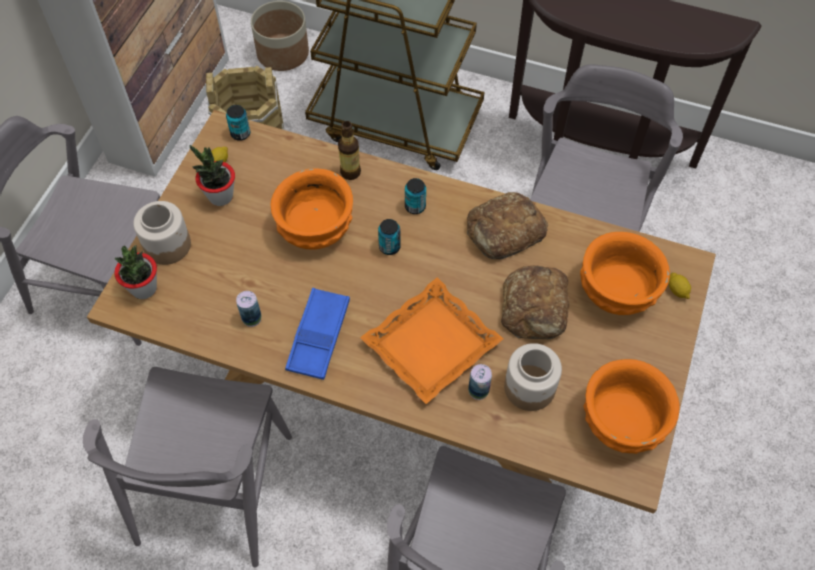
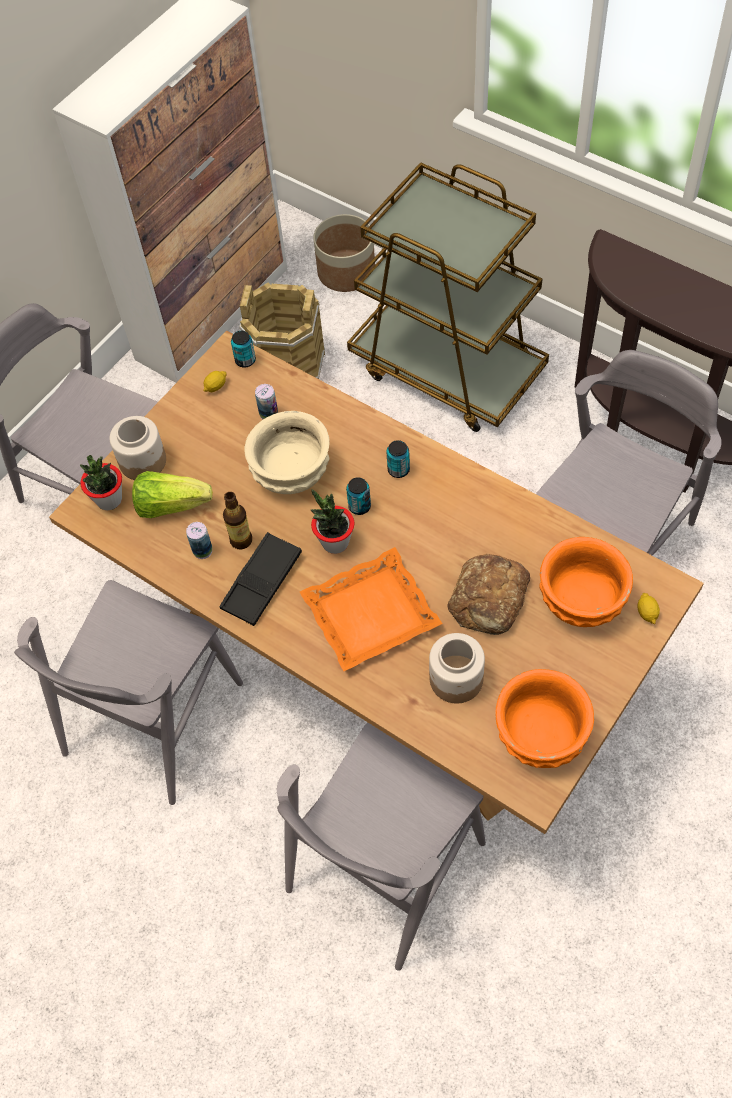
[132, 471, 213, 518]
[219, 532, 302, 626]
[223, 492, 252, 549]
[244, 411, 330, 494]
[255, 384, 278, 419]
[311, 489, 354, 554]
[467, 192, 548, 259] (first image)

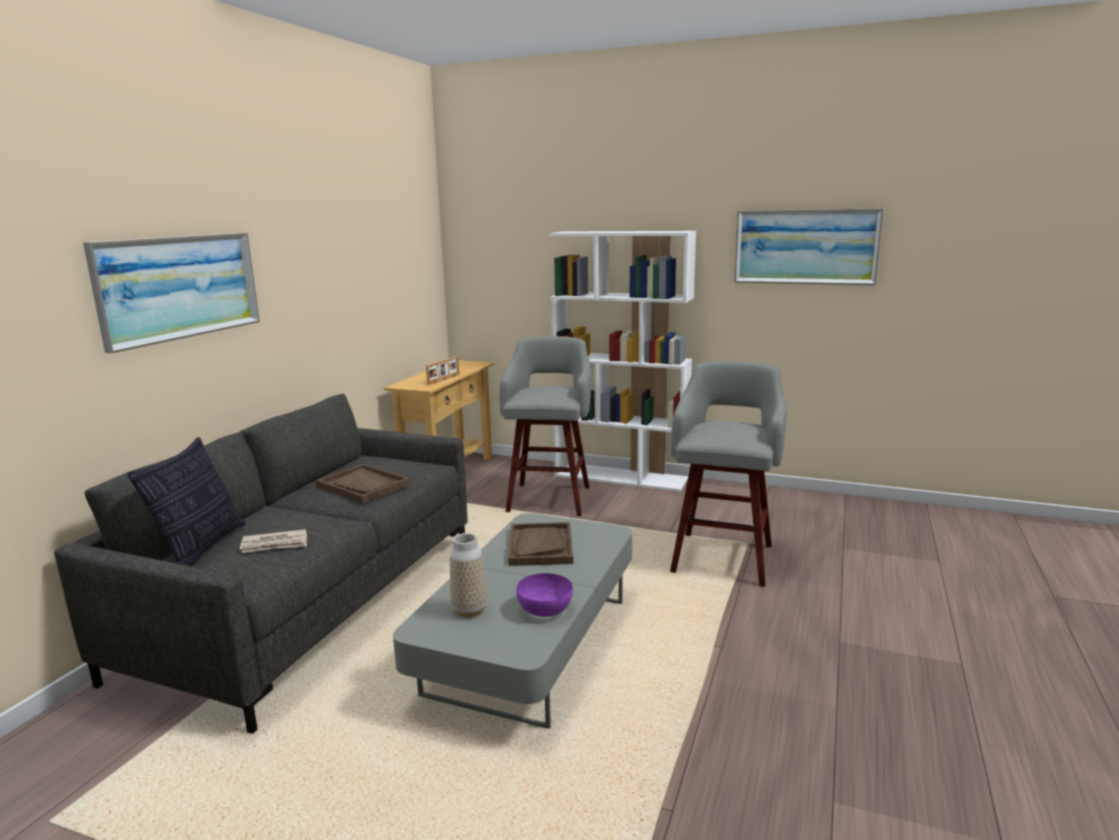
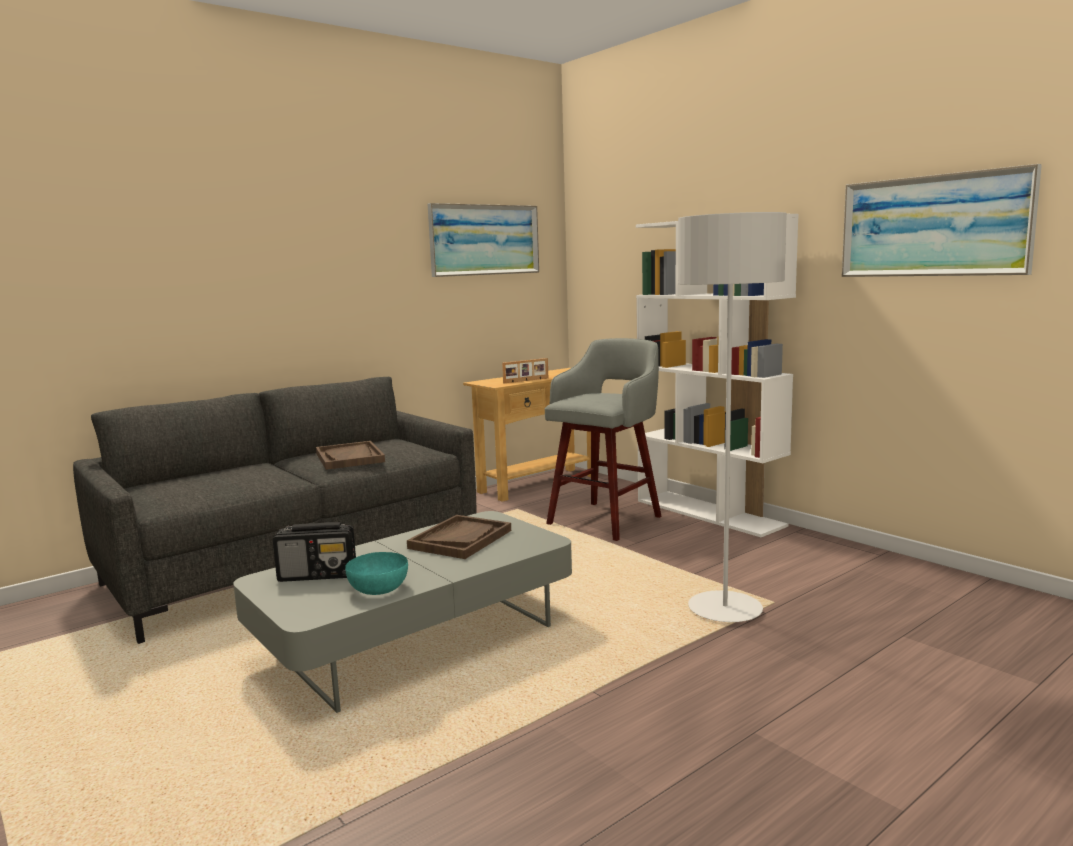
[273, 522, 356, 582]
[345, 552, 408, 595]
[428, 203, 539, 277]
[678, 212, 787, 622]
[127, 437, 246, 566] (first image)
[239, 529, 307, 553] (first image)

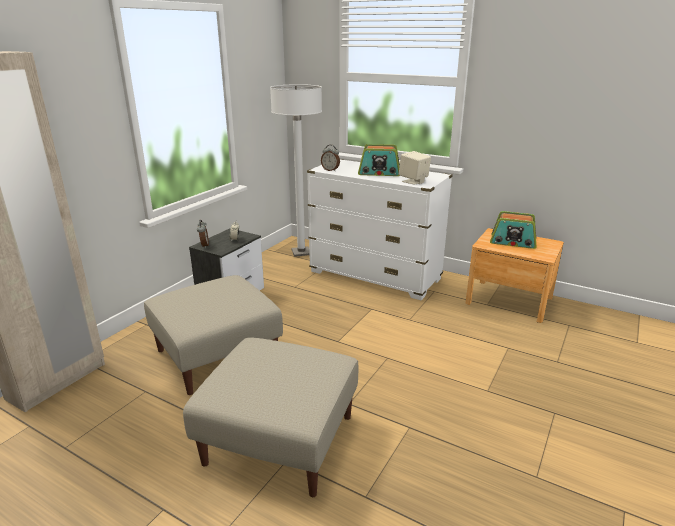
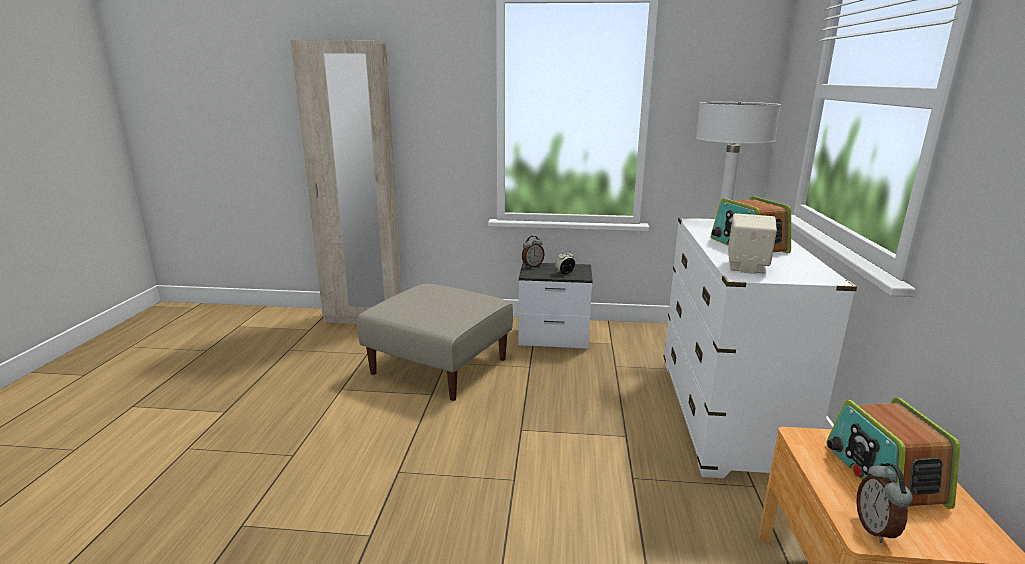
[856, 463, 913, 543]
[183, 337, 359, 497] (first image)

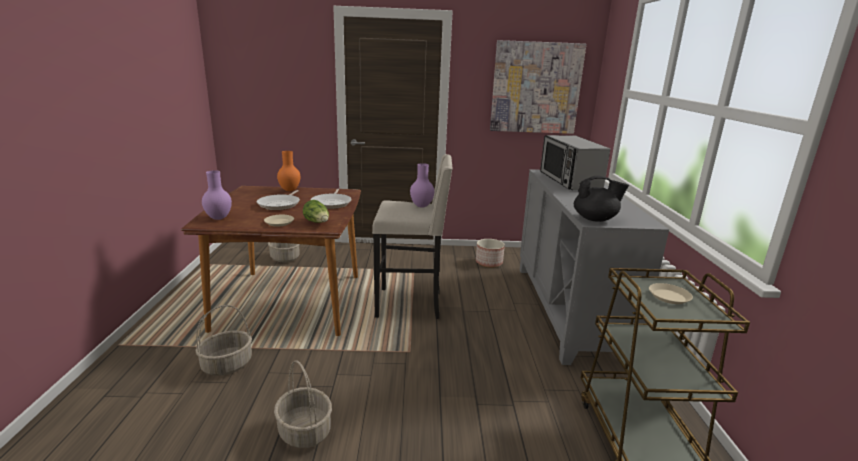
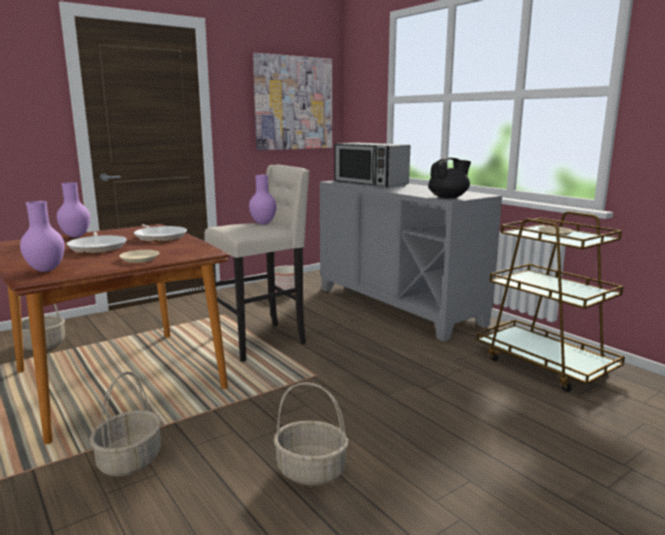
[57, 182, 90, 237]
[303, 200, 329, 223] (first image)

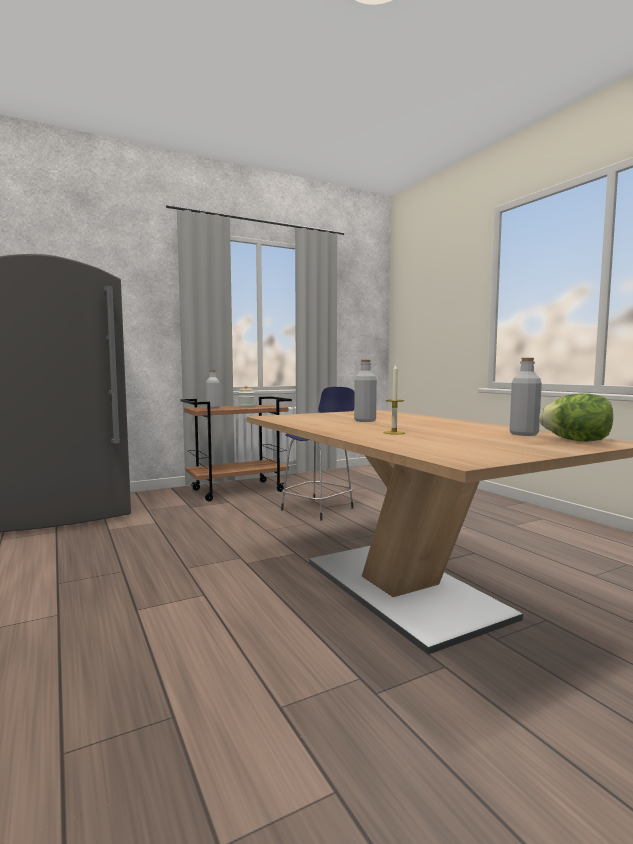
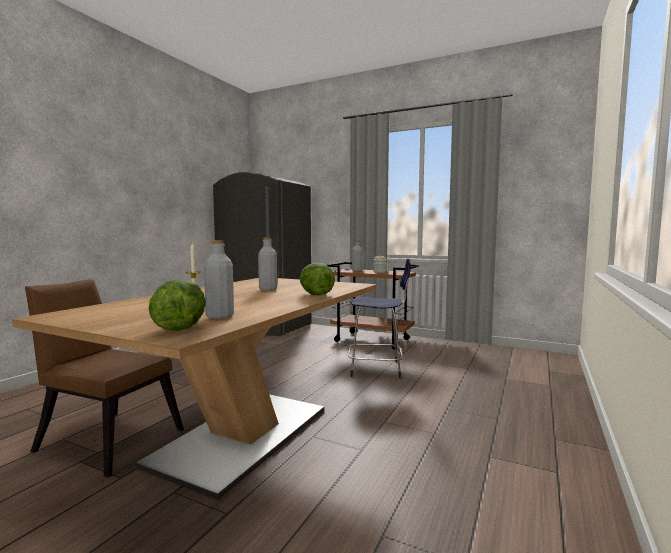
[25, 279, 184, 478]
[300, 263, 335, 295]

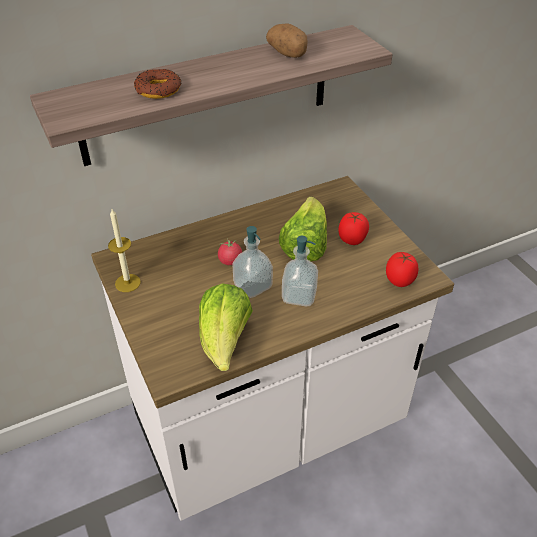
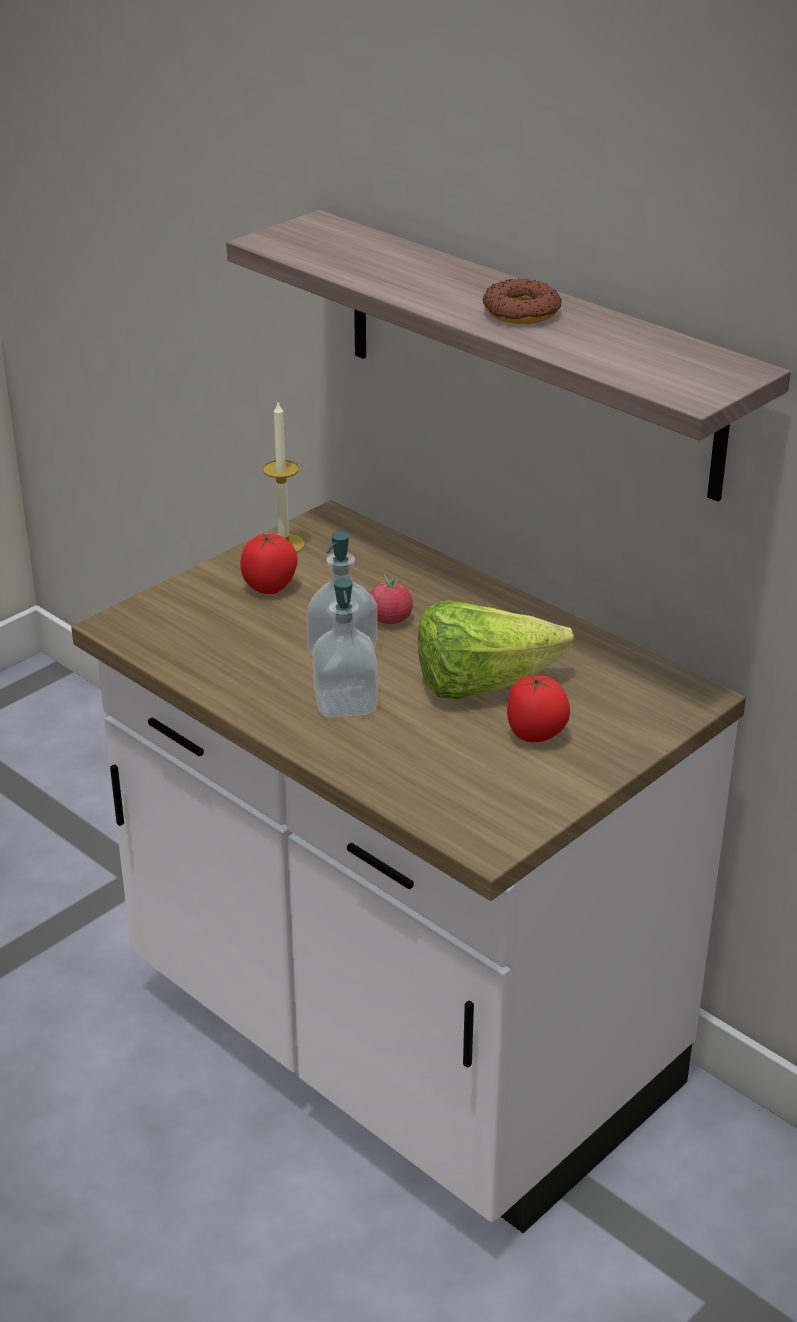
[240, 533, 298, 594]
[483, 279, 561, 324]
[199, 283, 253, 371] (first image)
[266, 23, 308, 58] (first image)

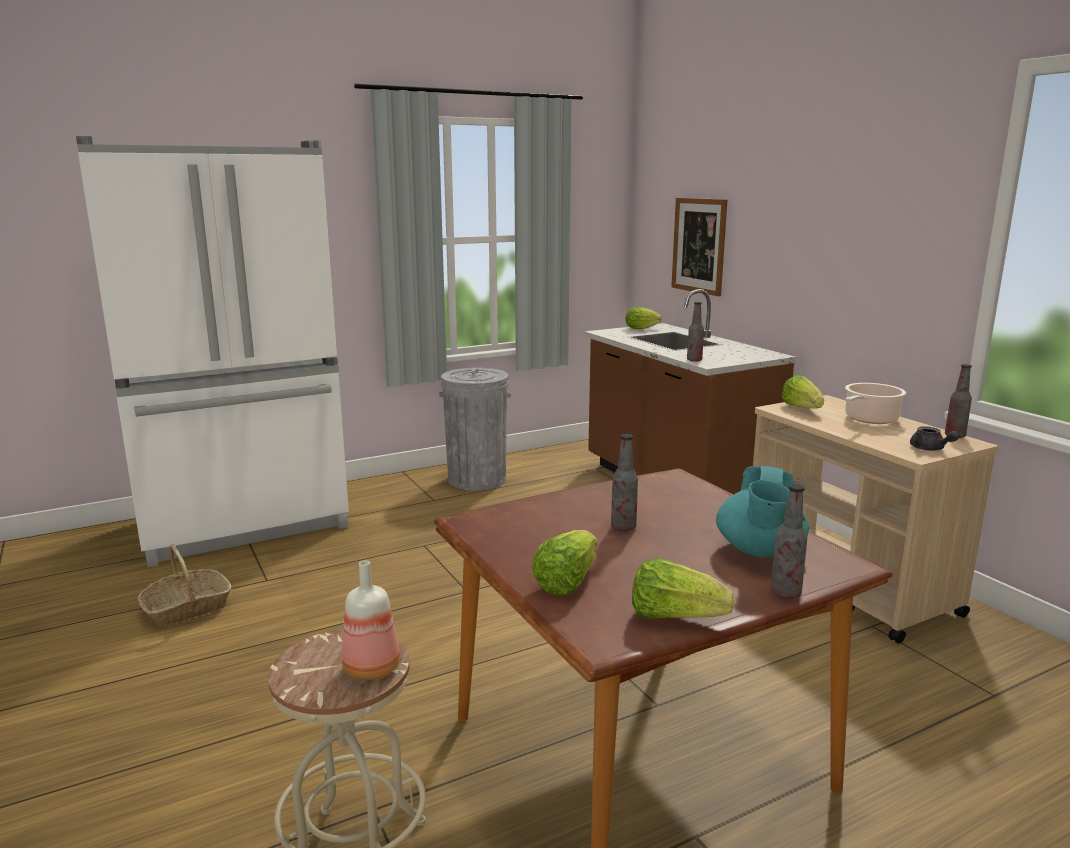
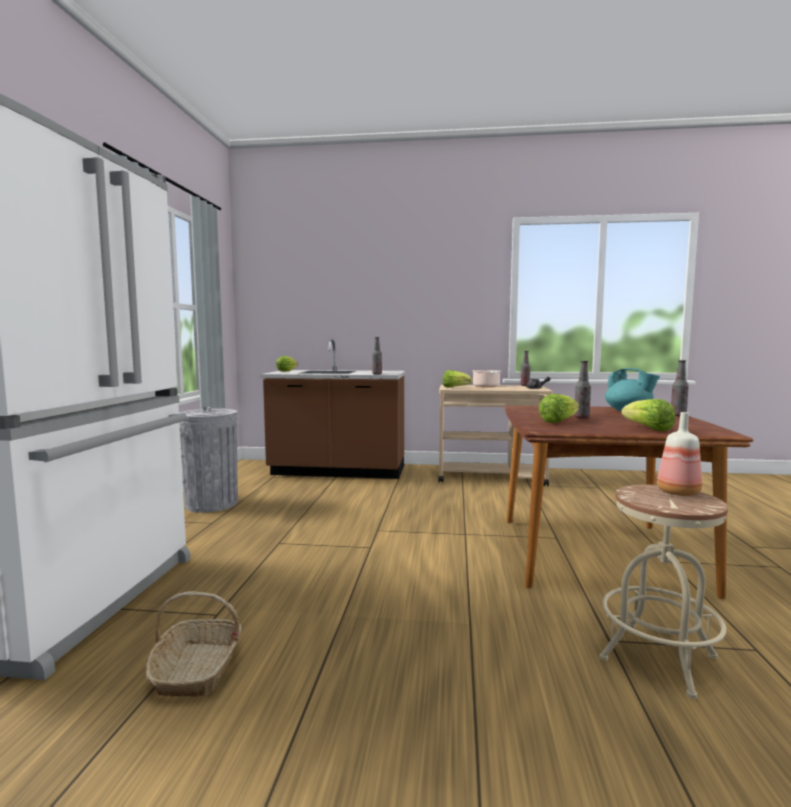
[539, 394, 579, 423]
[671, 198, 727, 296] (first image)

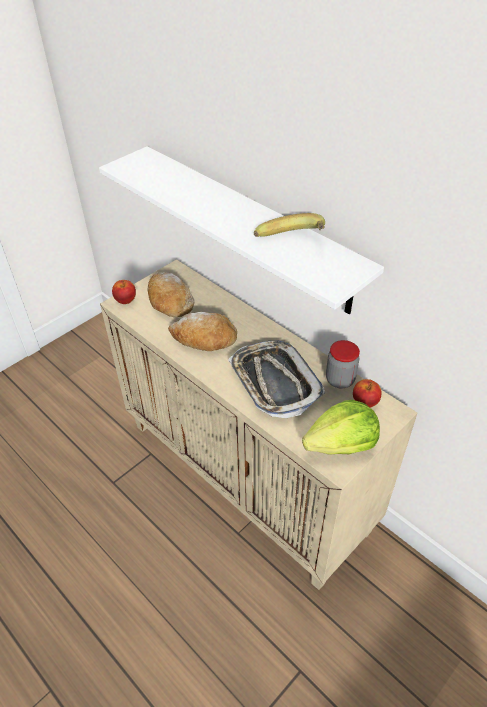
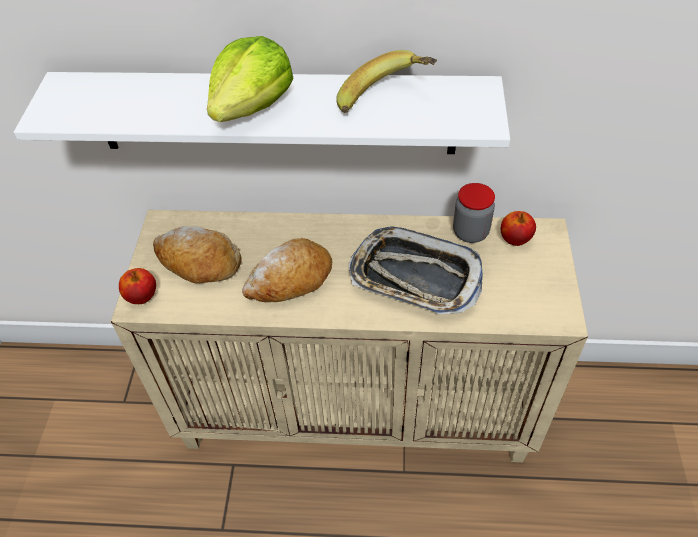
[207, 36, 293, 122]

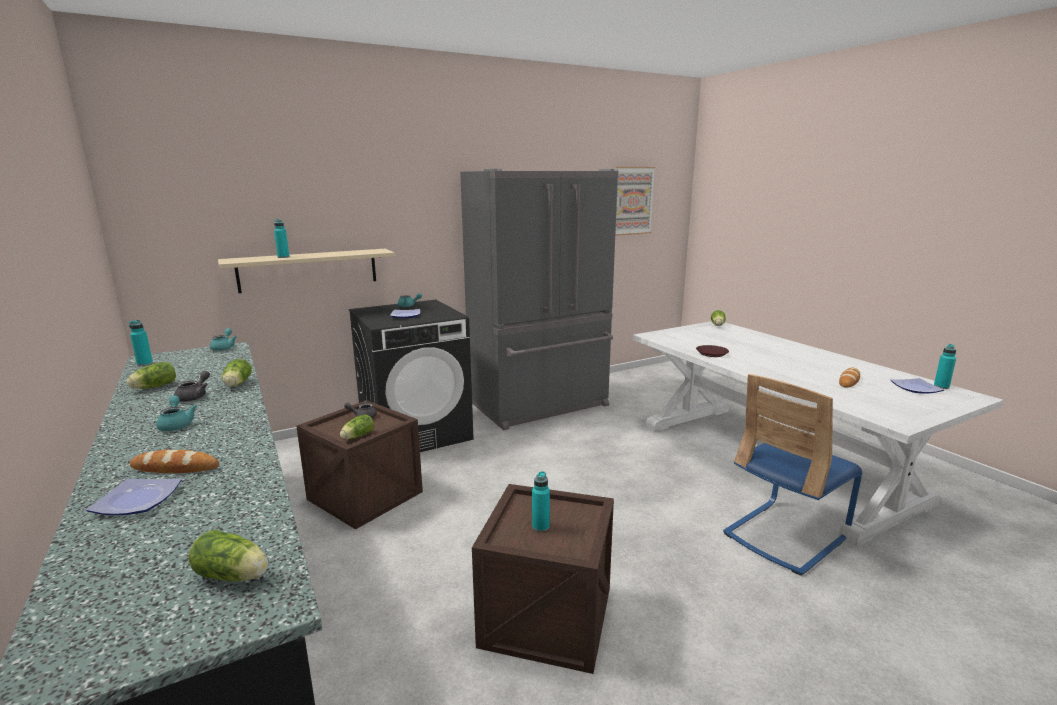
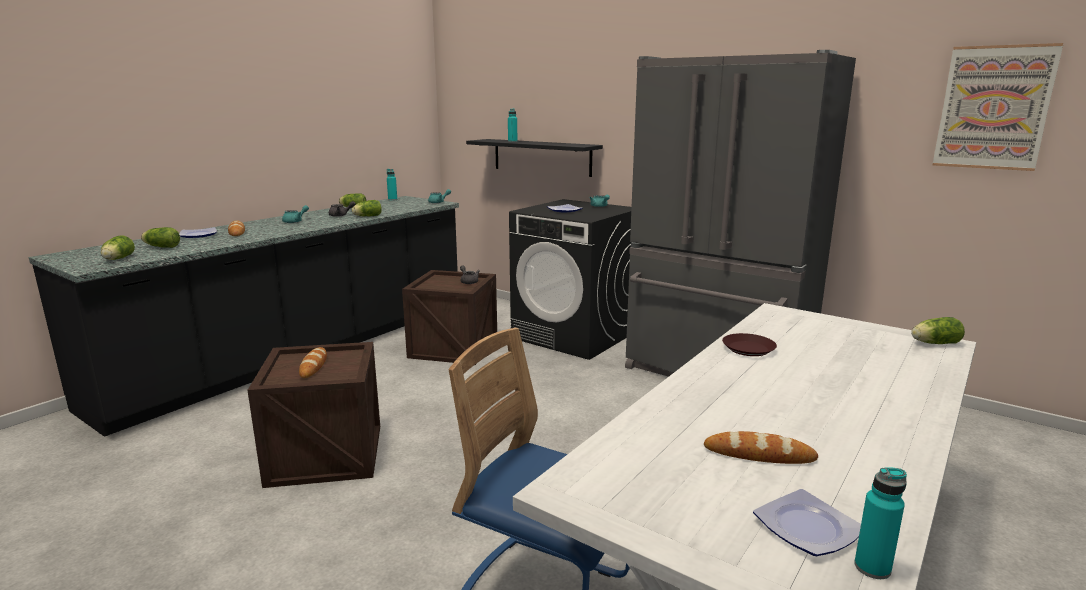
[141, 227, 180, 248]
[299, 347, 327, 378]
[466, 139, 603, 177]

